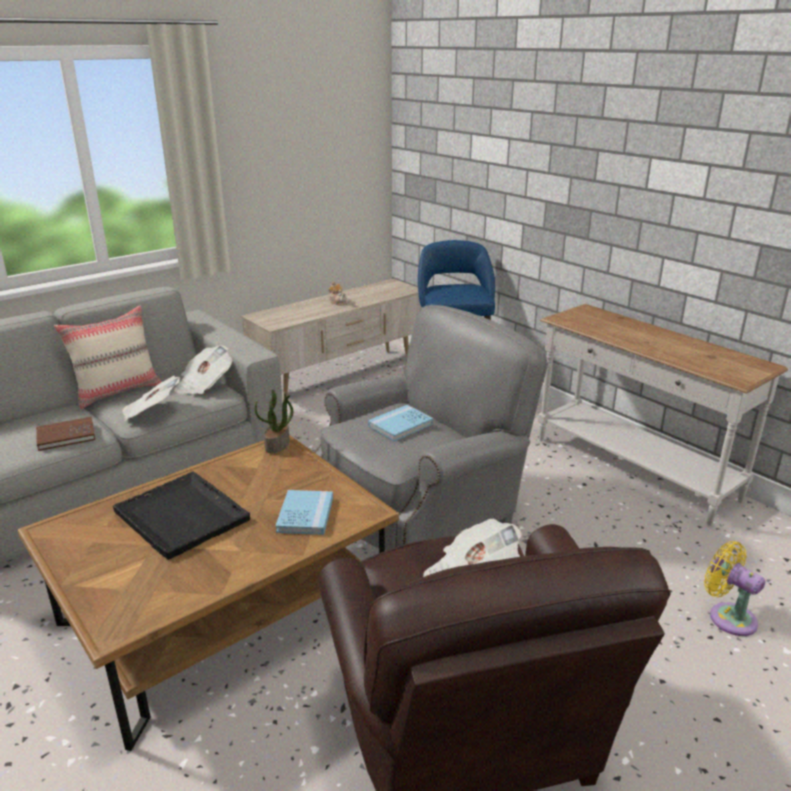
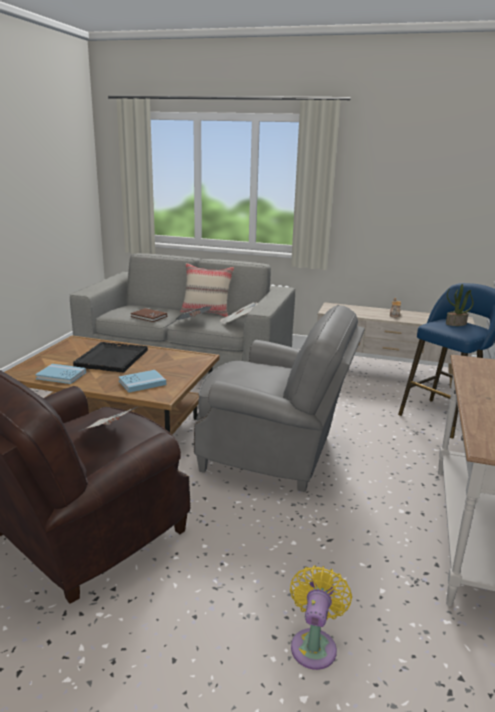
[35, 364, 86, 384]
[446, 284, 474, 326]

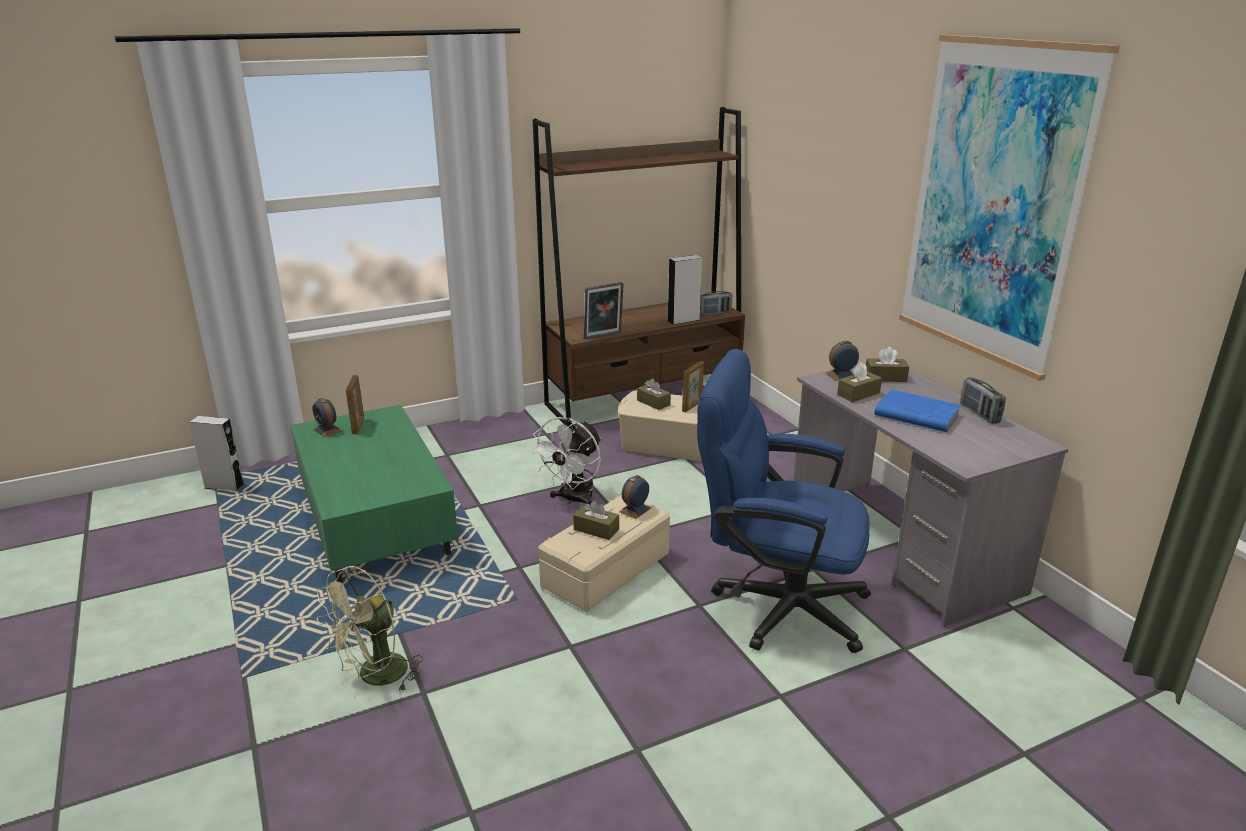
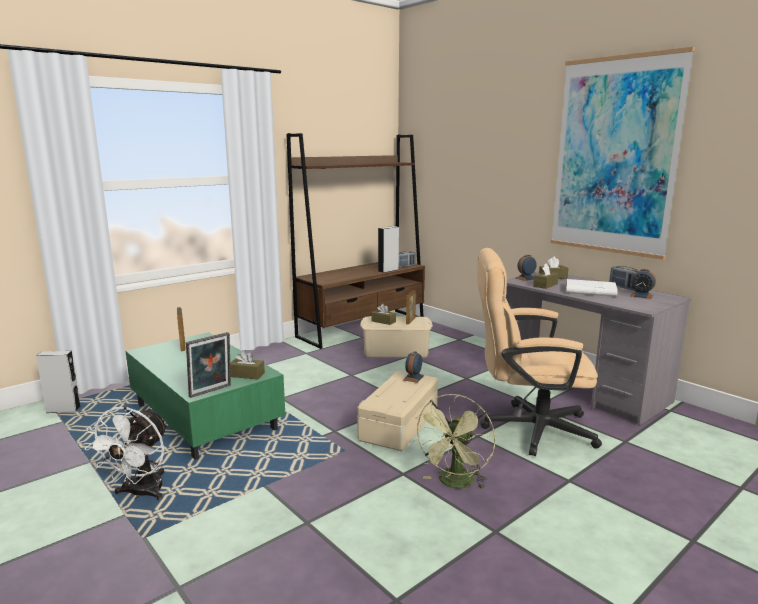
[85, 406, 168, 500]
[186, 332, 231, 398]
[230, 350, 265, 379]
[413, 394, 495, 489]
[477, 248, 602, 456]
[566, 279, 618, 297]
[631, 269, 656, 299]

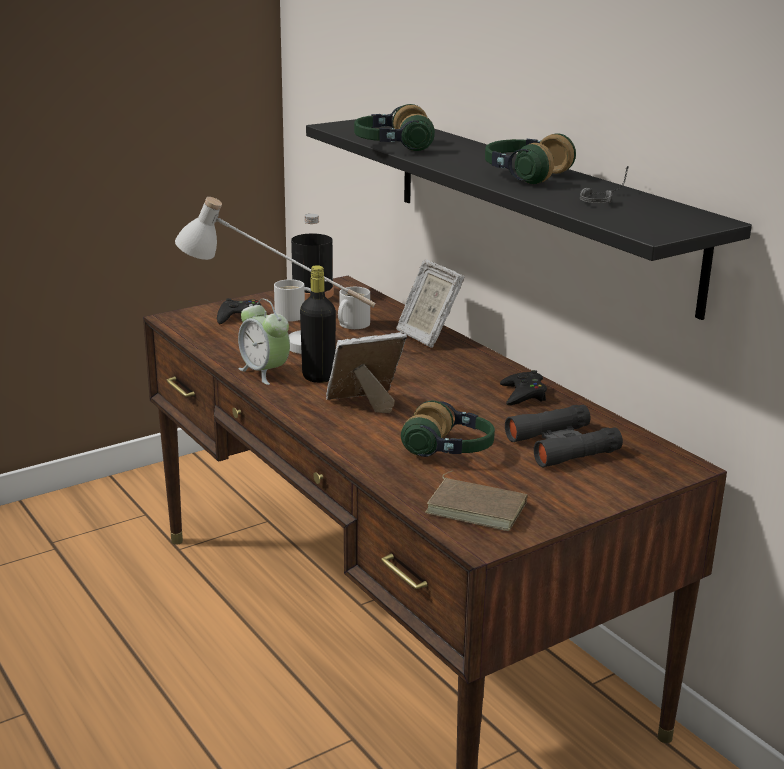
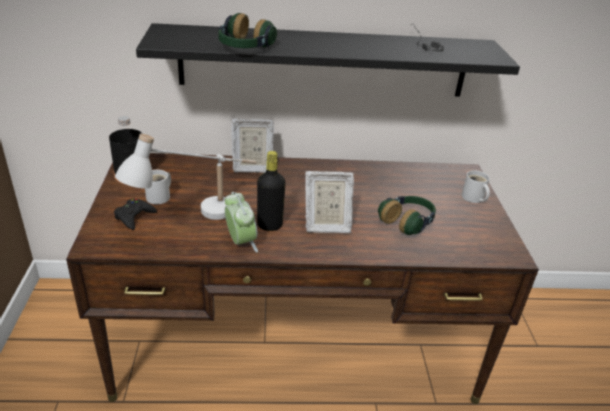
[225, 192, 258, 252]
[305, 171, 354, 233]
[462, 170, 490, 203]
[425, 471, 528, 531] (first image)
[485, 133, 576, 184] (first image)
[500, 370, 547, 405] (first image)
[505, 405, 623, 468] (first image)

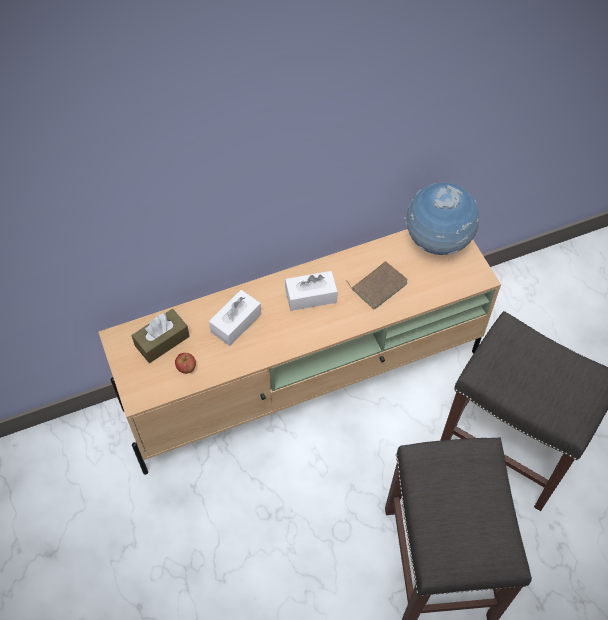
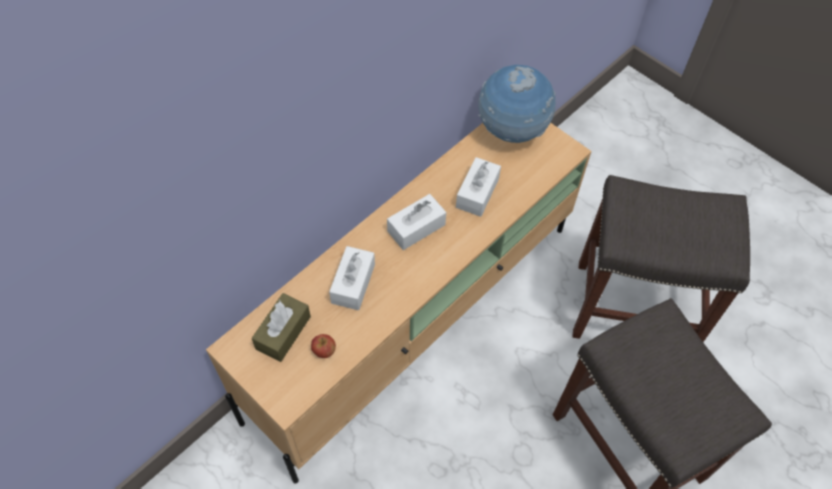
[456, 157, 501, 217]

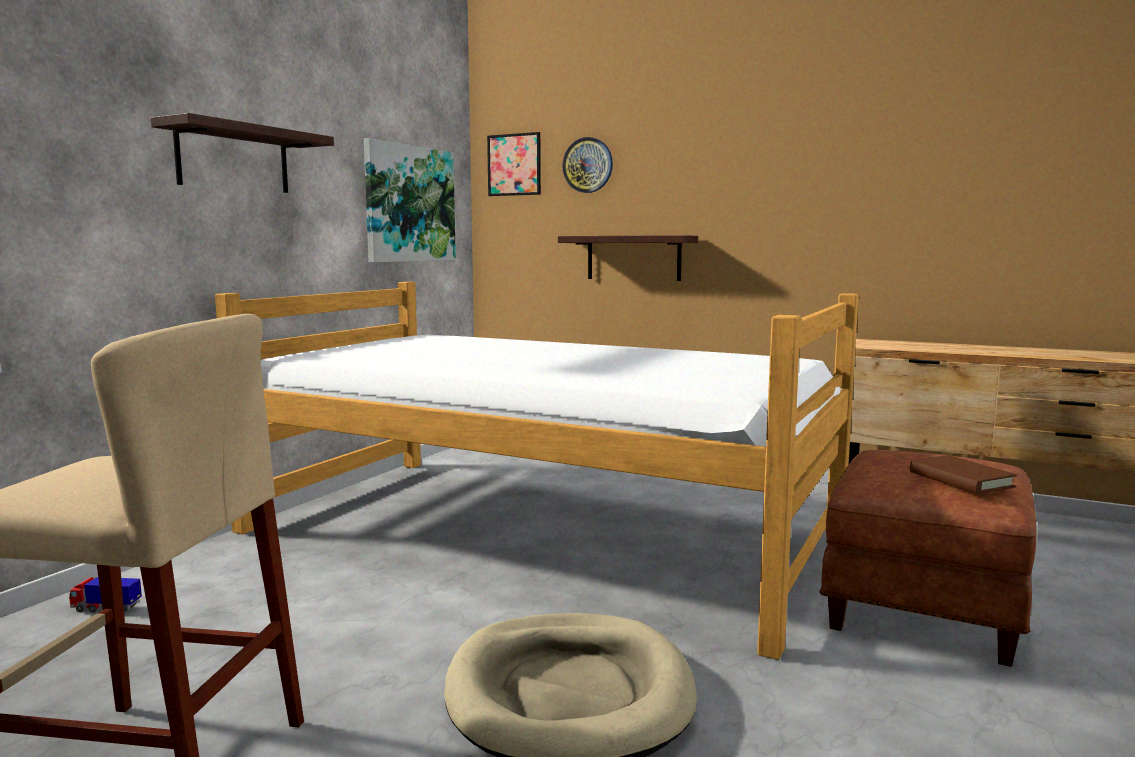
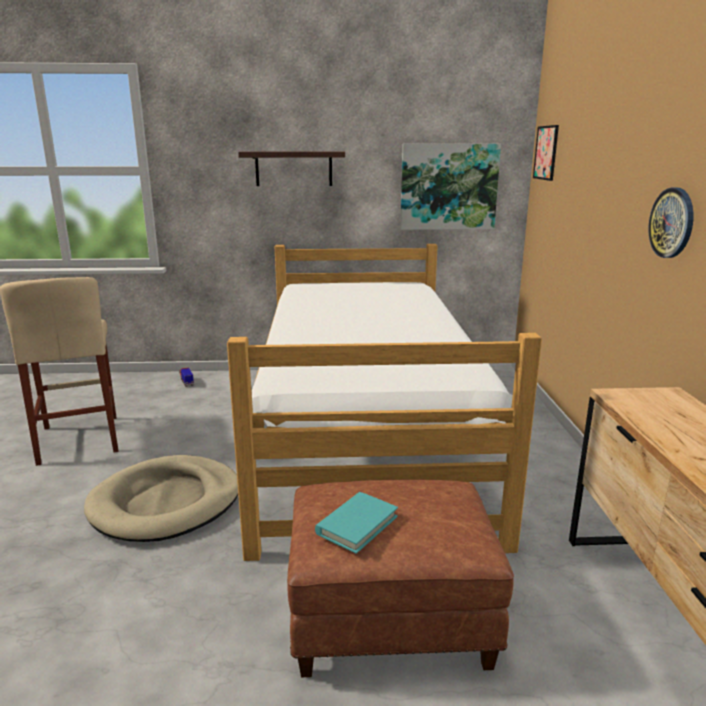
[315, 492, 398, 554]
[649, 187, 693, 258]
[558, 235, 698, 281] (first image)

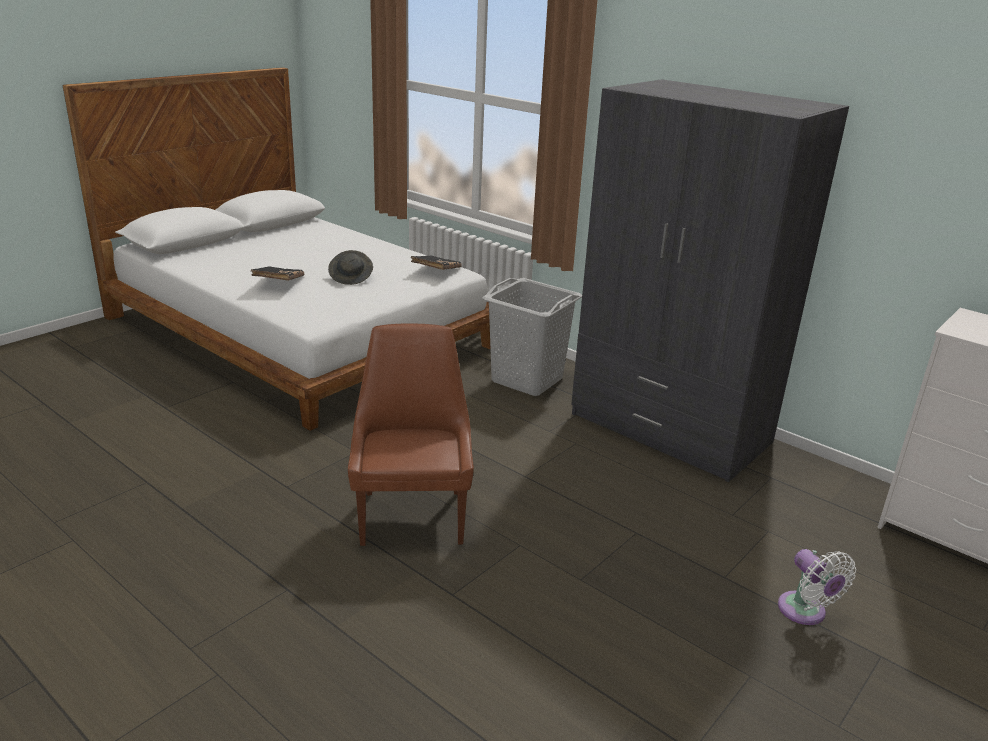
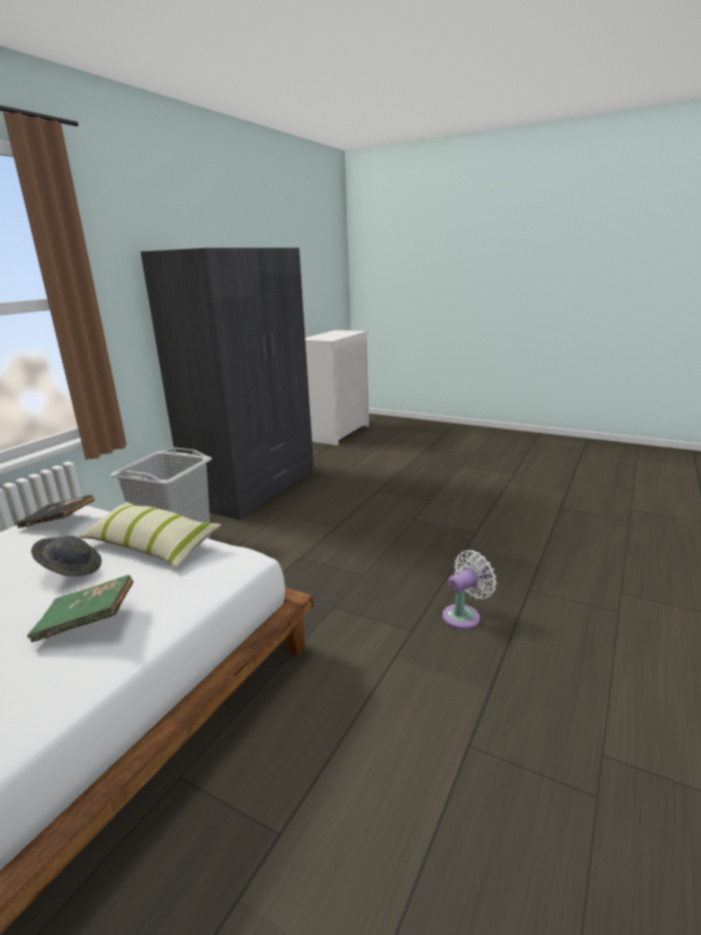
[27, 575, 134, 643]
[79, 502, 222, 568]
[442, 550, 497, 630]
[348, 324, 474, 546] (first image)

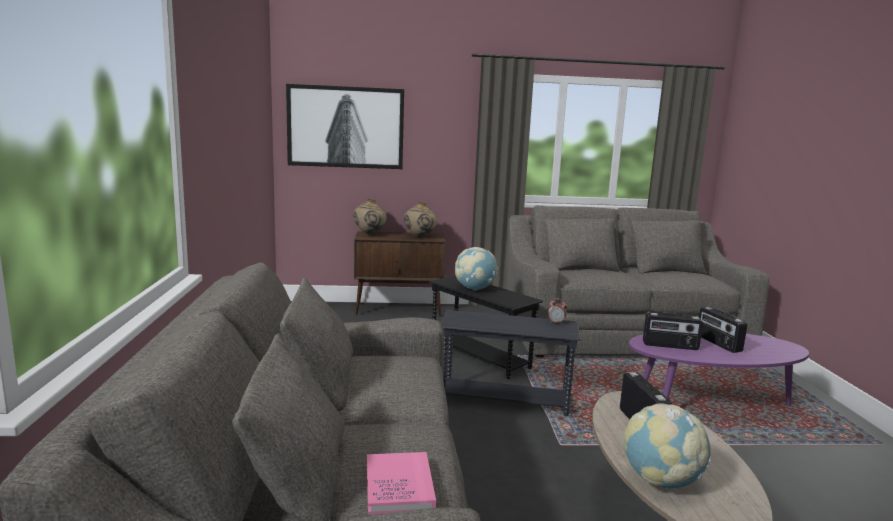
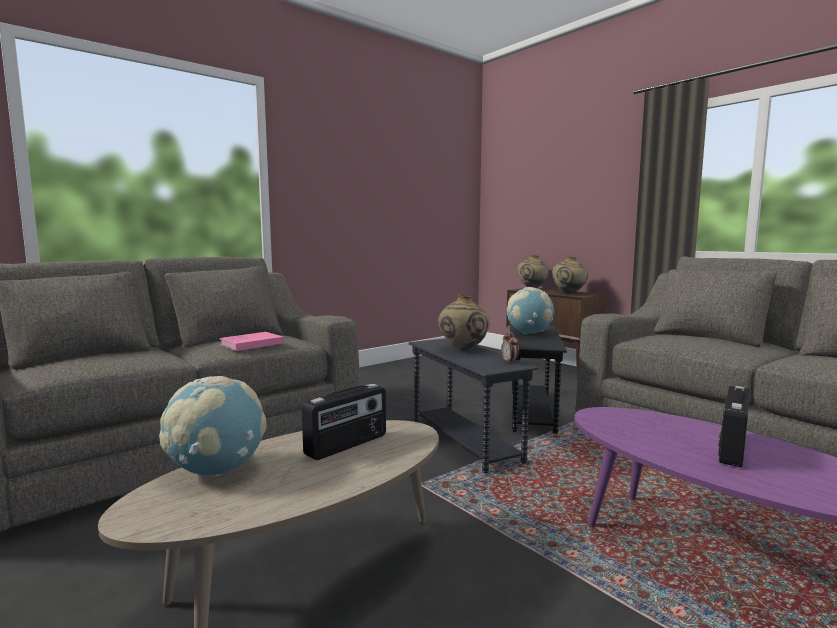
[220, 332, 284, 351]
[438, 295, 490, 351]
[286, 84, 404, 169] (first image)
[643, 313, 703, 350] (first image)

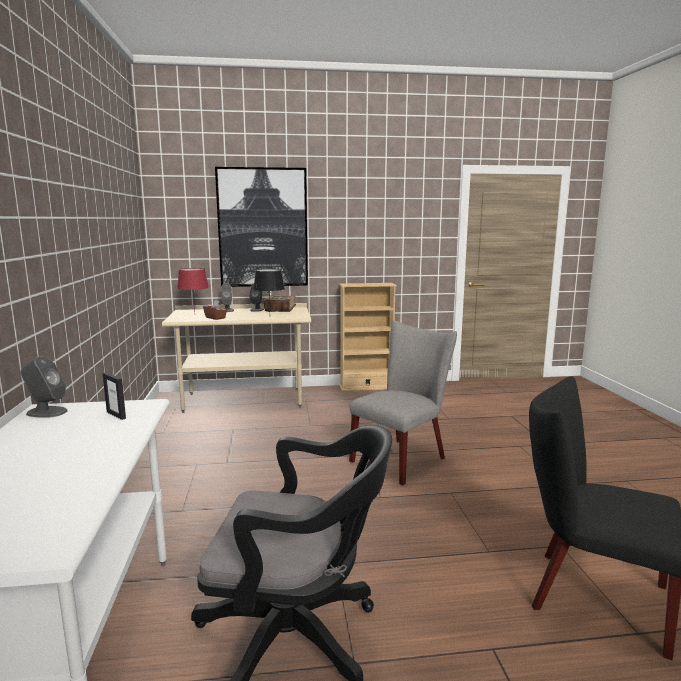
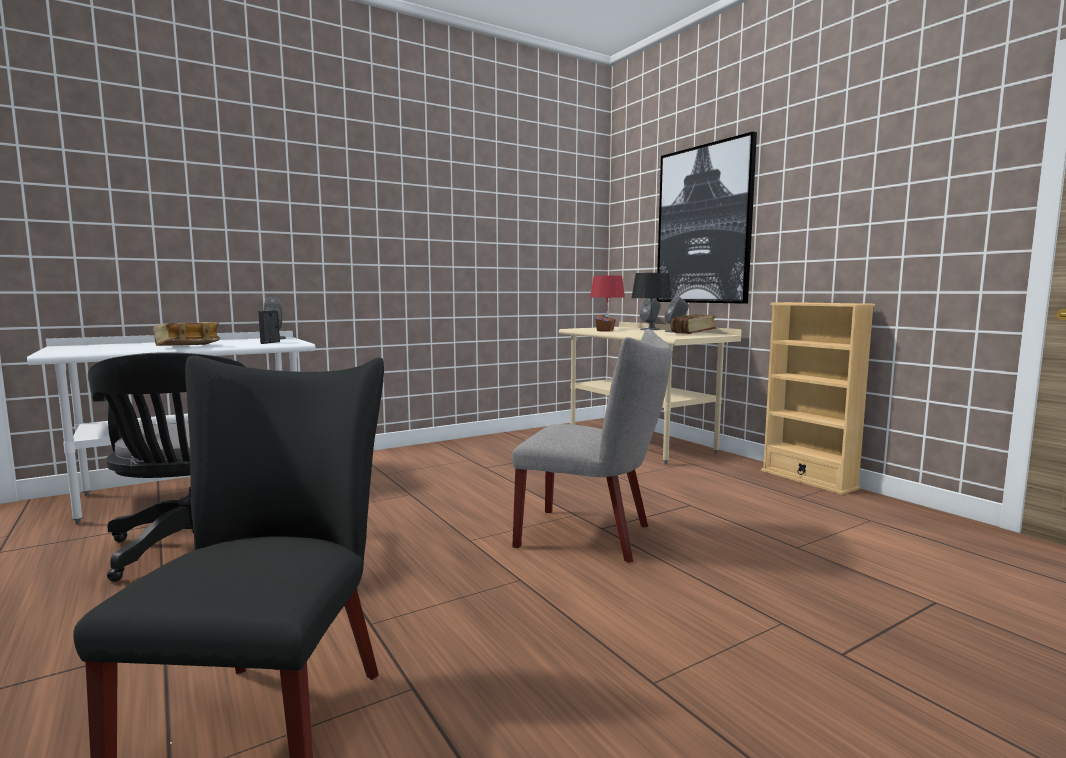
[153, 322, 220, 346]

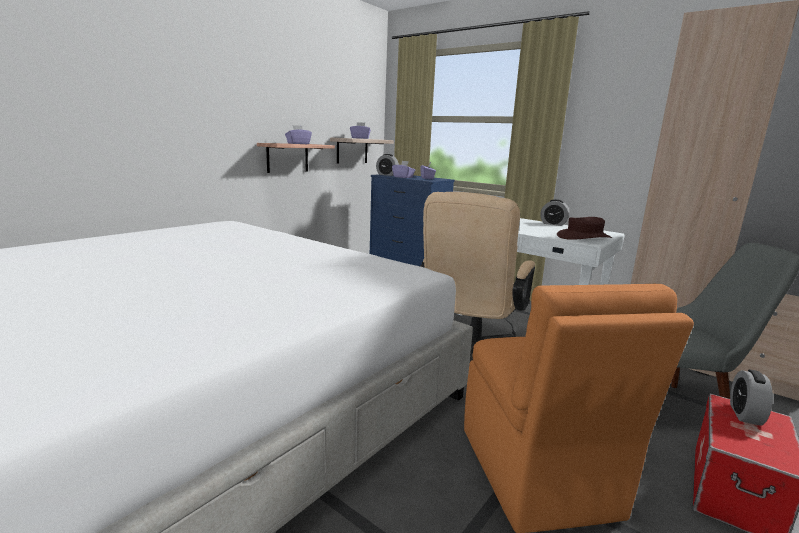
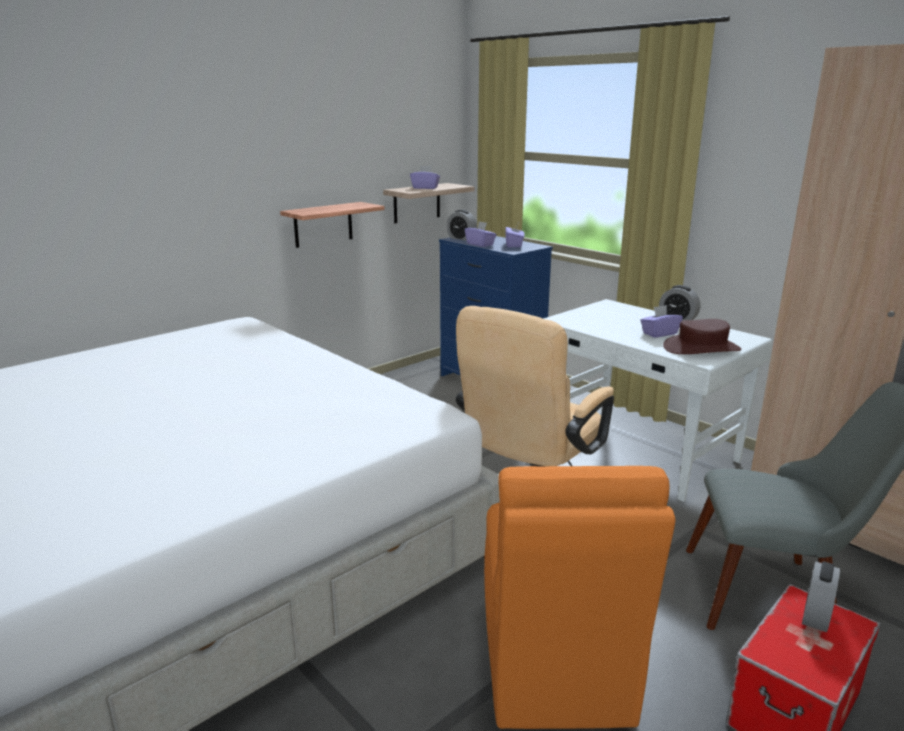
[640, 305, 683, 338]

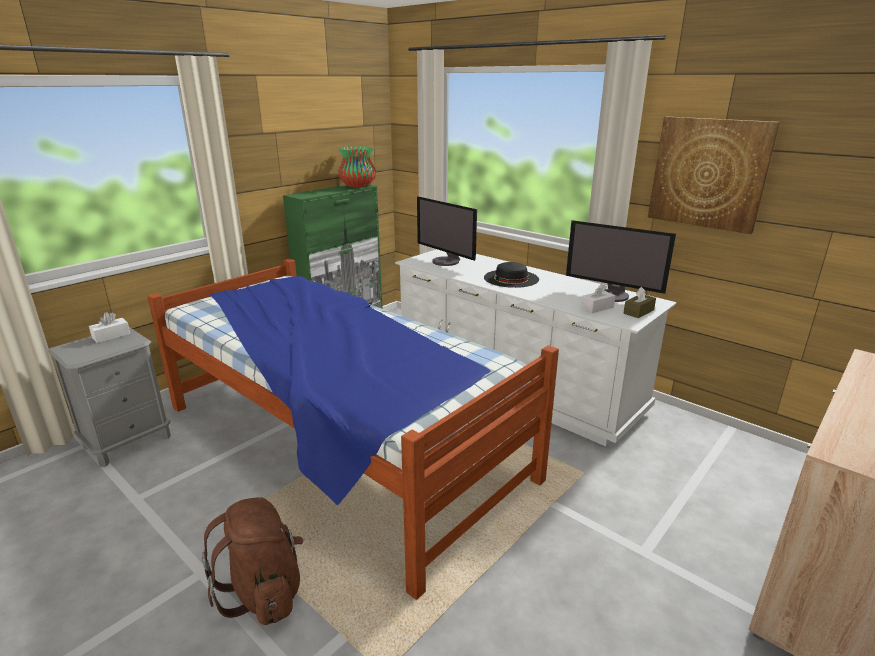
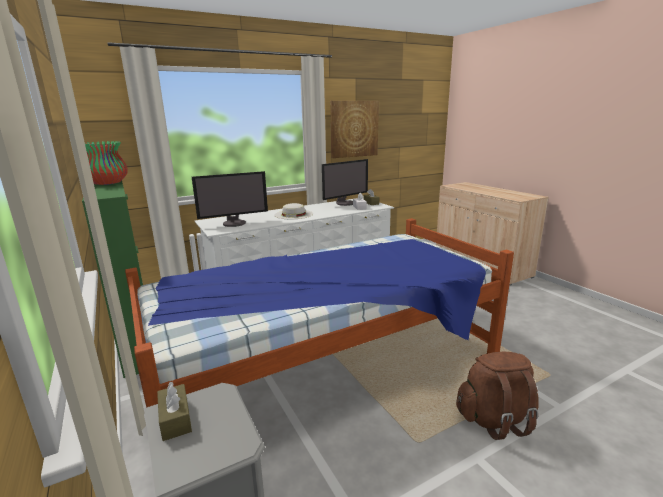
[157, 382, 192, 441]
[274, 203, 313, 219]

